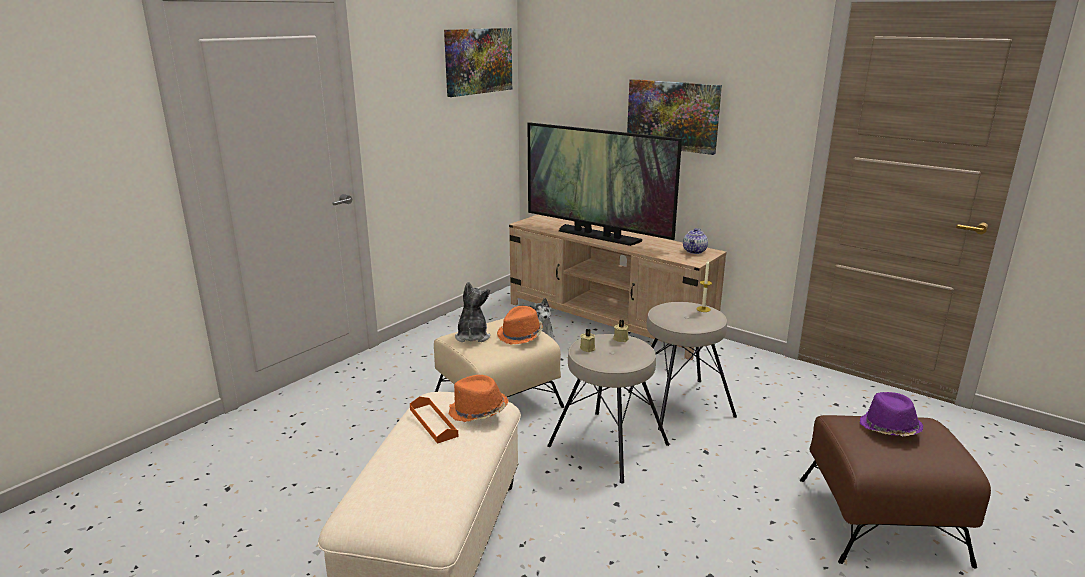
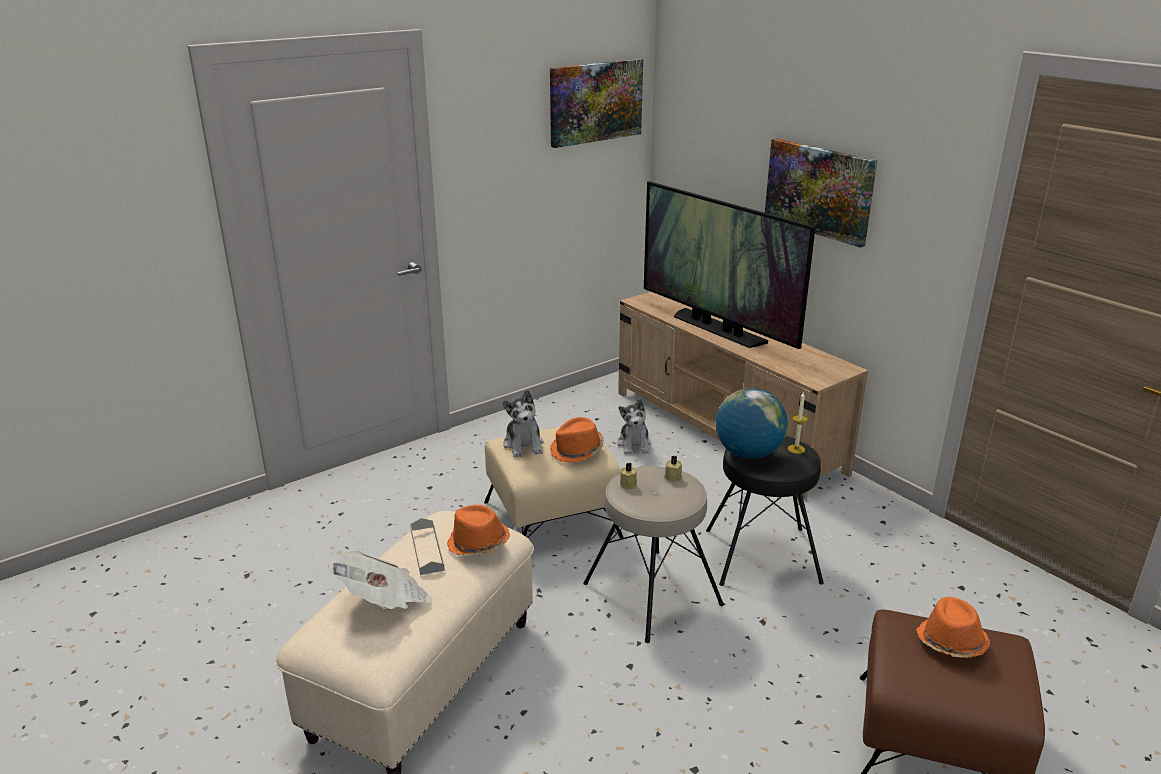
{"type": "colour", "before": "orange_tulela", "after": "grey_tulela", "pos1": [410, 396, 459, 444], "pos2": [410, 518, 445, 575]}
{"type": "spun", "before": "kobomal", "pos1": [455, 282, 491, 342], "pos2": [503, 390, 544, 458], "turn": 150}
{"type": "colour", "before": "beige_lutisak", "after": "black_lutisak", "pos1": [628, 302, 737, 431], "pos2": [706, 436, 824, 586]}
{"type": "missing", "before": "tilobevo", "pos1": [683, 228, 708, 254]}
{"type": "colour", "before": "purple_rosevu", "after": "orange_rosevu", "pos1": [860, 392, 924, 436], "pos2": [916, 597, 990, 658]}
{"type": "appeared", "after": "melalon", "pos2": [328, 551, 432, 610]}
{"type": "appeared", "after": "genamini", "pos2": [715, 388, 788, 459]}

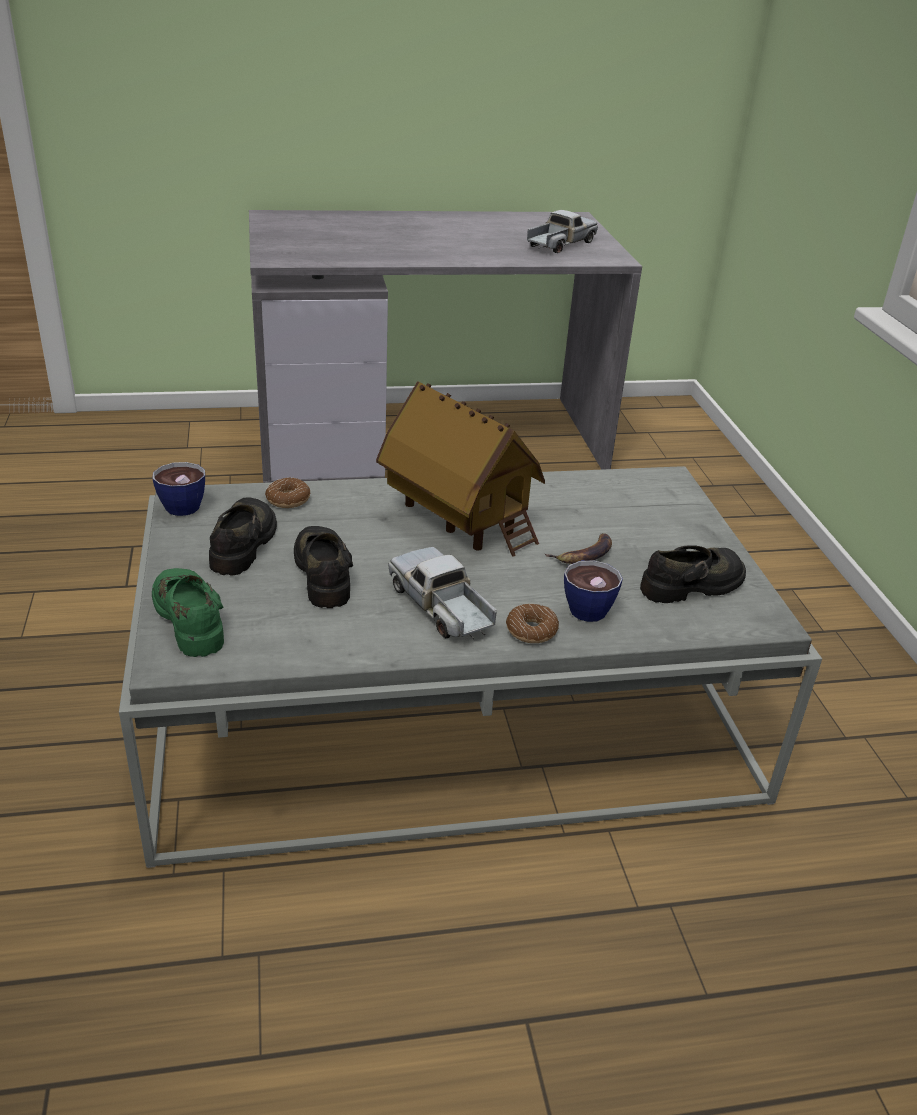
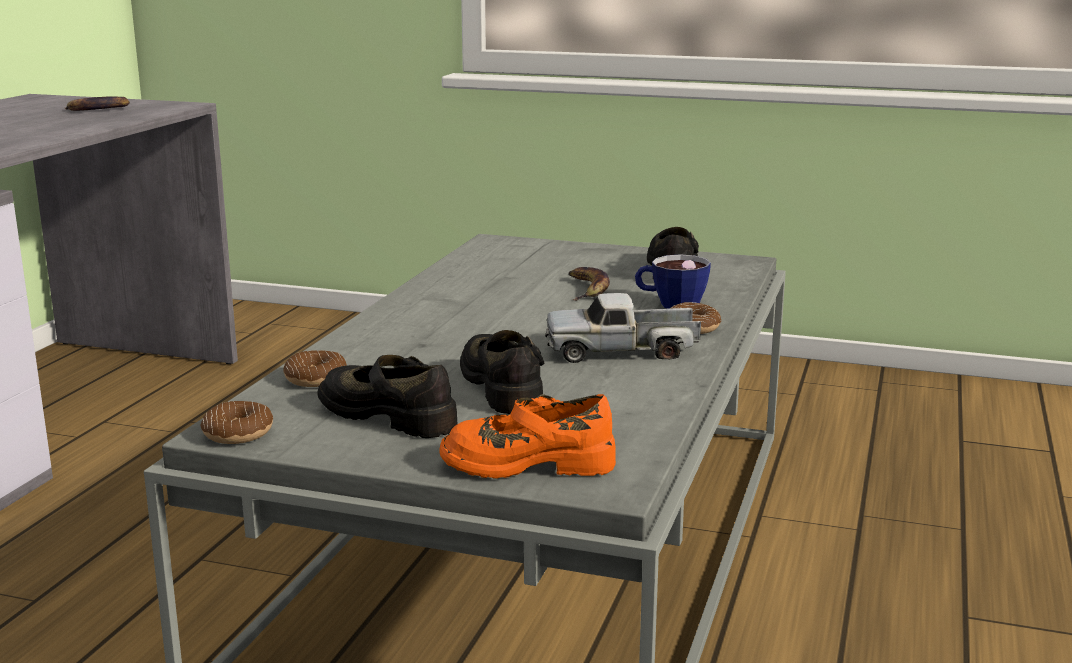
{"type": "exchanged", "before": "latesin", "after": "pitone", "pos1": [152, 462, 205, 516], "pos2": [200, 401, 273, 444]}
{"type": "colour", "before": "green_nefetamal", "after": "orange_nefetamal", "pos1": [152, 568, 224, 657], "pos2": [439, 394, 616, 479]}
{"type": "spun", "before": "black_nefetamal", "pos1": [294, 526, 353, 608], "pos2": [460, 330, 544, 414], "turn": 60}
{"type": "missing", "before": "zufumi", "pos1": [376, 381, 545, 557]}
{"type": "exchanged", "before": "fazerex", "after": "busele", "pos1": [527, 210, 598, 253], "pos2": [65, 96, 130, 111]}

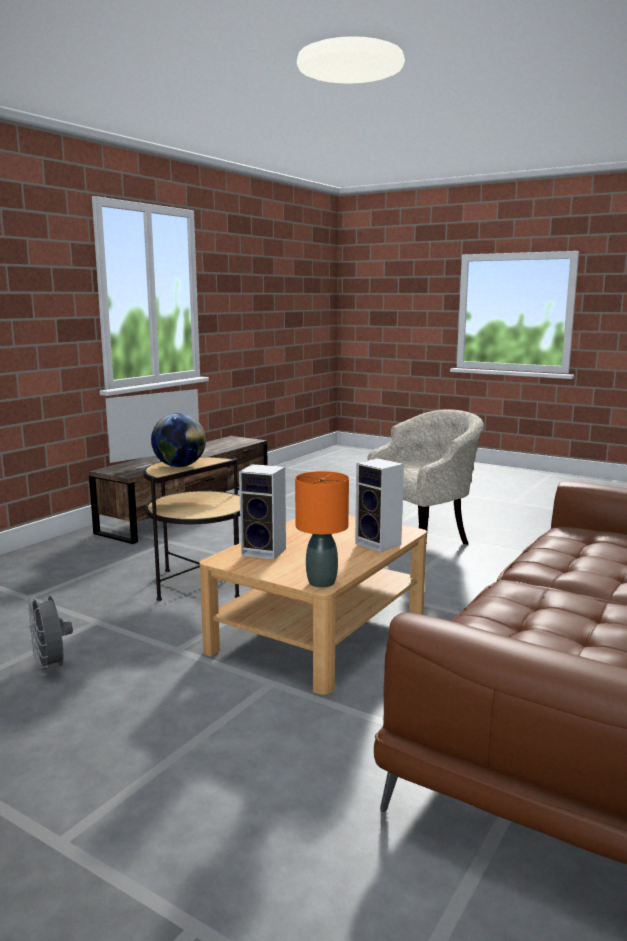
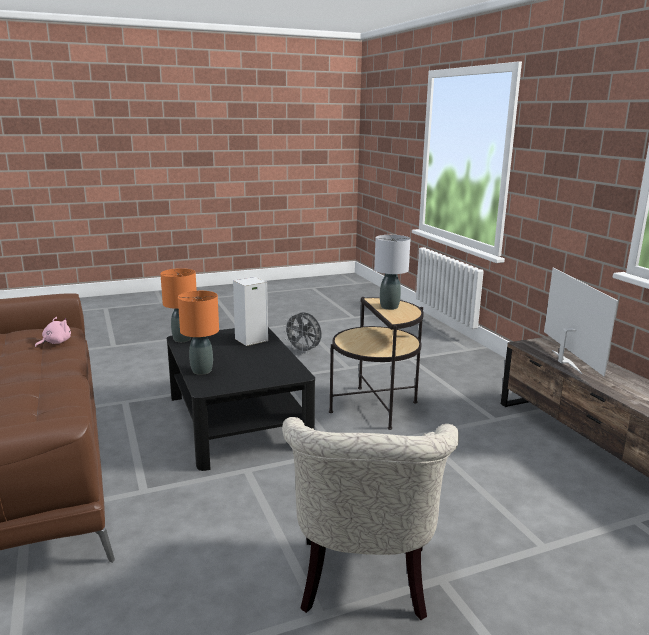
{"type": "spun", "before": "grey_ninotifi", "pos1": [27, 594, 73, 676], "pos2": [283, 312, 322, 354], "turn": -150}
{"type": "exchanged", "before": "genamini", "after": "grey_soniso", "pos1": [151, 413, 206, 467], "pos2": [374, 235, 410, 310]}
{"type": "colour", "before": "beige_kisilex", "after": "black_kisilex", "pos1": [199, 516, 427, 695], "pos2": [167, 327, 315, 471]}
{"type": "exchanged", "before": "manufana", "after": "orange_soniso", "pos1": [355, 458, 404, 552], "pos2": [178, 291, 219, 375]}
{"type": "appeared", "after": "pink_kobomal", "pos2": [35, 317, 71, 347]}

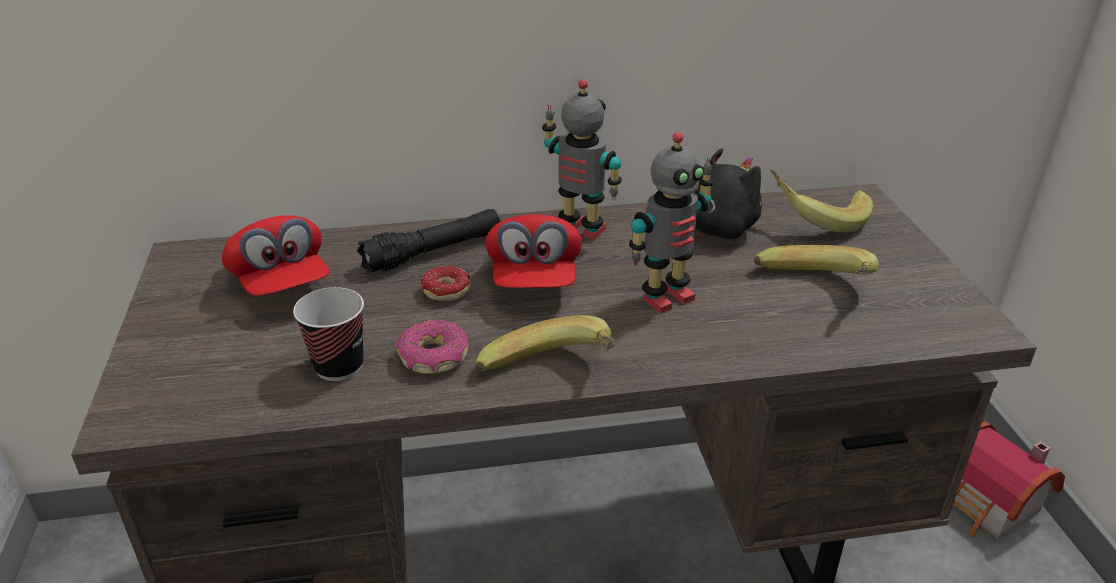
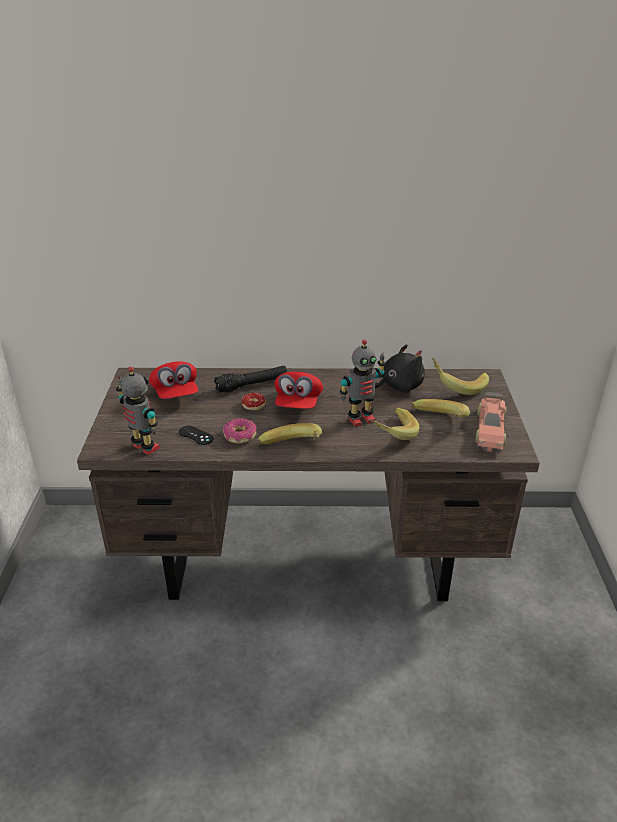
{"type": "exchanged", "before": "latesin", "after": "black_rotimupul", "pos1": [293, 287, 364, 381], "pos2": [179, 426, 214, 445]}
{"type": "relocated", "before": "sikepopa", "pos1": [542, 79, 622, 240], "pos2": [116, 367, 160, 455]}
{"type": "missing", "before": "zufumi", "pos1": [953, 421, 1065, 539]}
{"type": "appeared", "after": "busele", "pos2": [369, 408, 419, 440]}
{"type": "appeared", "after": "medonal", "pos2": [475, 392, 507, 453]}

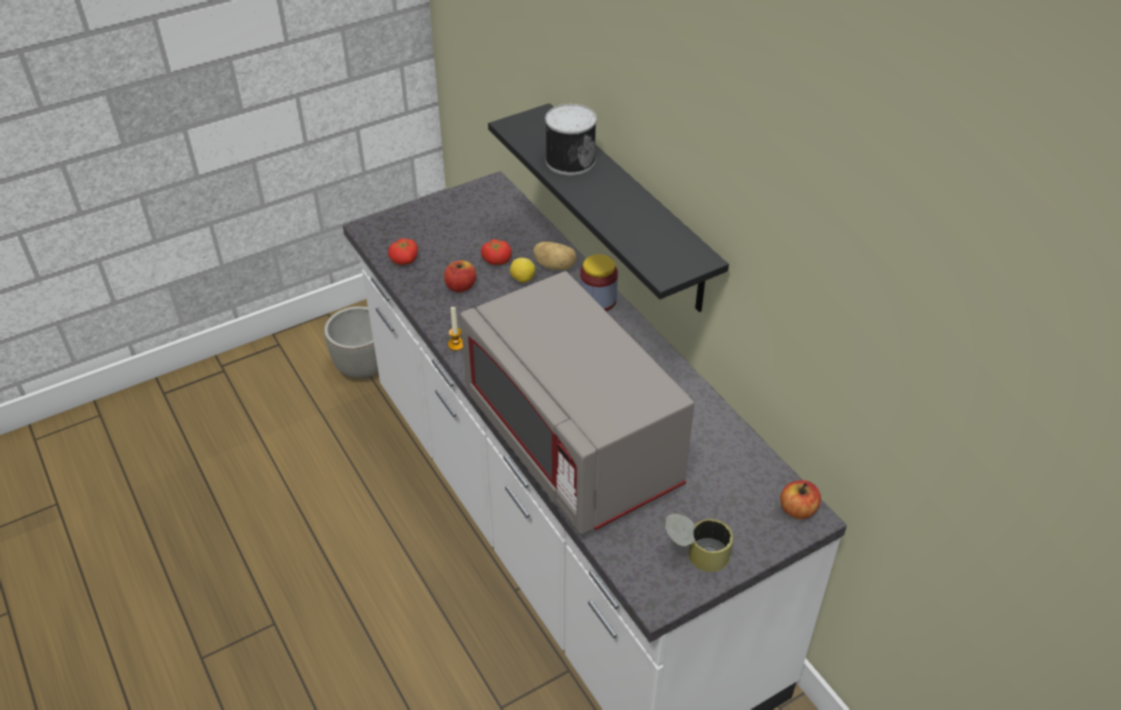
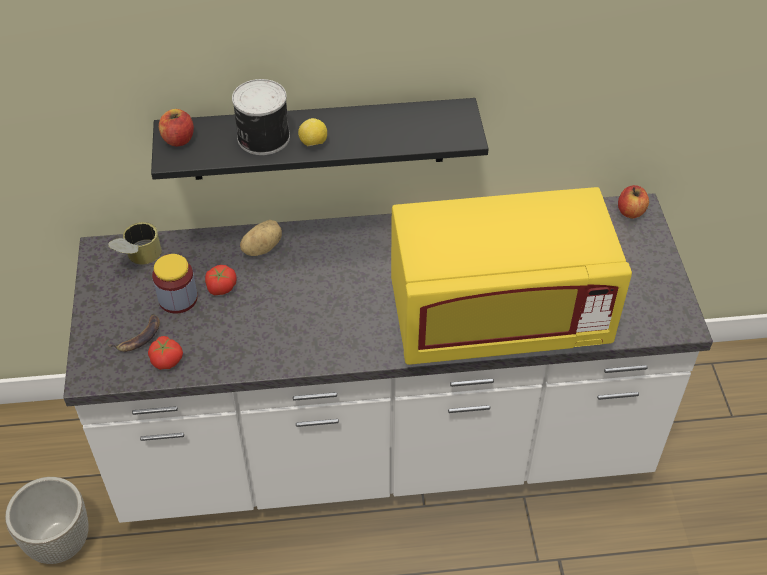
{"type": "relocated", "before": "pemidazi", "pos1": [444, 261, 476, 292], "pos2": [159, 109, 194, 146]}
{"type": "missing", "before": "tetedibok", "pos1": [448, 307, 463, 351]}
{"type": "colour", "before": "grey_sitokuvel", "after": "yellow_sitokuvel", "pos1": [460, 271, 694, 534], "pos2": [391, 187, 632, 365]}
{"type": "relocated", "before": "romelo", "pos1": [510, 258, 535, 283], "pos2": [298, 118, 327, 146]}
{"type": "relocated", "before": "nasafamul", "pos1": [580, 254, 618, 311], "pos2": [152, 254, 198, 314]}
{"type": "relocated", "before": "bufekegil", "pos1": [665, 514, 733, 572], "pos2": [108, 222, 162, 265]}
{"type": "appeared", "after": "busele", "pos2": [107, 314, 160, 352]}

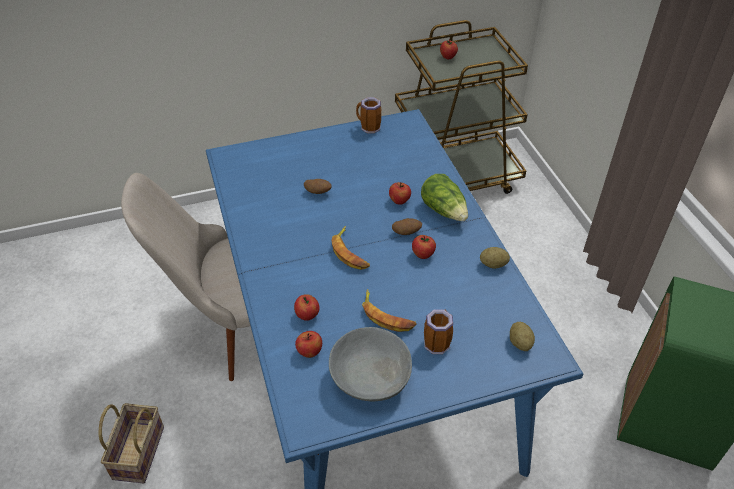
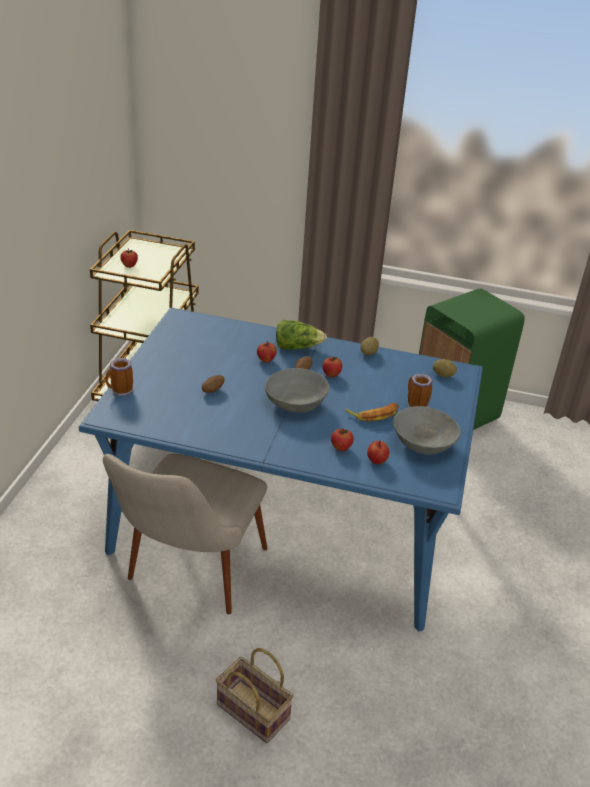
{"type": "exchanged", "before": "busele", "after": "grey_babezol", "pos1": [332, 226, 370, 270], "pos2": [265, 368, 329, 413]}
{"type": "relocated", "before": "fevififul", "pos1": [356, 97, 381, 134], "pos2": [106, 358, 133, 396]}

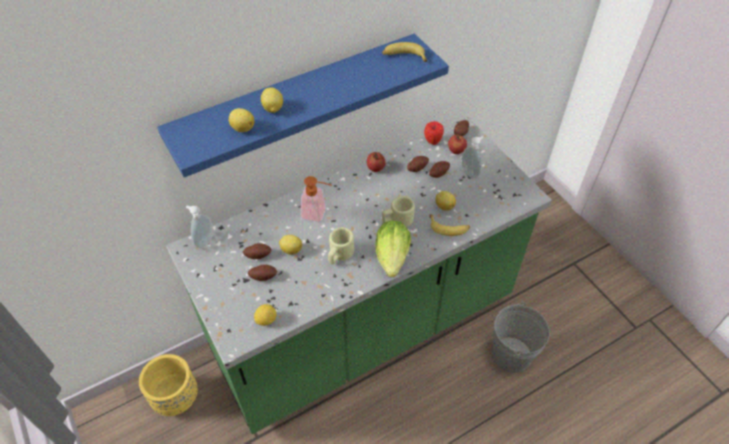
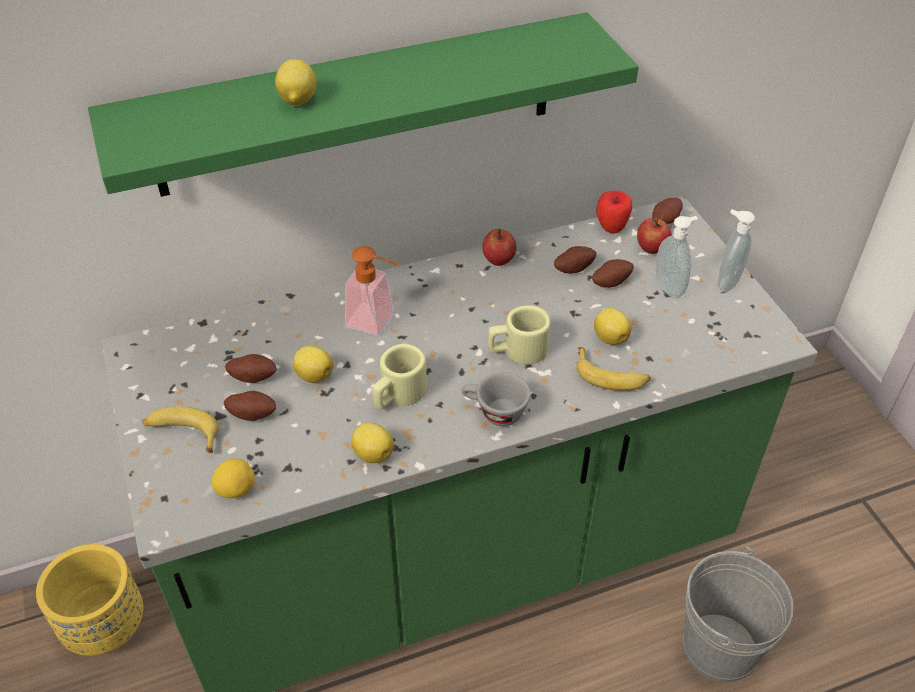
{"type": "colour", "before": "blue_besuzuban", "after": "green_besuzuban", "pos1": [157, 34, 449, 177], "pos2": [88, 12, 639, 197]}
{"type": "relocated", "before": "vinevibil", "pos1": [186, 205, 213, 249], "pos2": [718, 209, 755, 292]}
{"type": "relocated", "before": "romelo", "pos1": [229, 108, 255, 132], "pos2": [351, 422, 394, 463]}
{"type": "exchanged", "before": "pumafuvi", "after": "grey_latesin", "pos1": [375, 220, 411, 277], "pos2": [462, 372, 531, 426]}
{"type": "relocated", "before": "busele", "pos1": [382, 42, 428, 62], "pos2": [142, 406, 219, 453]}

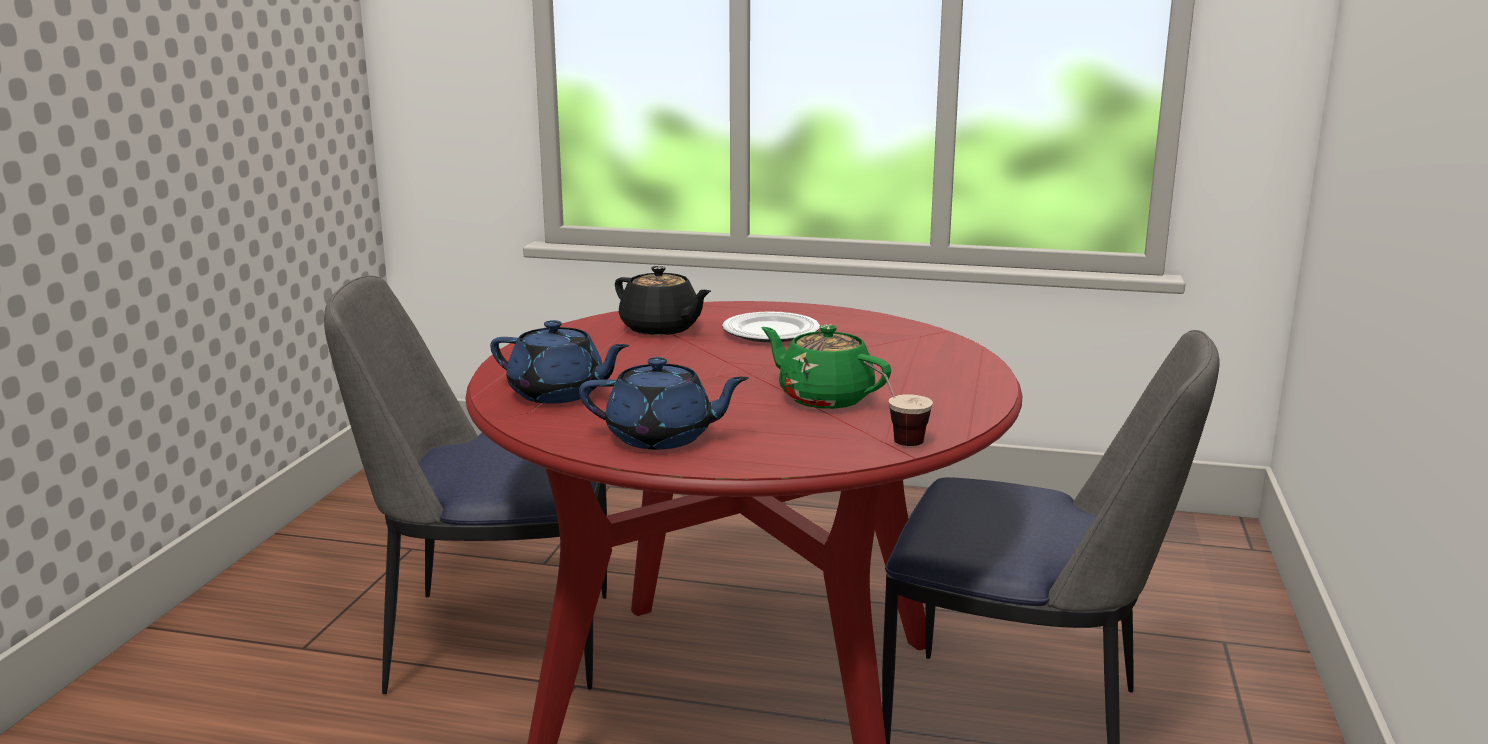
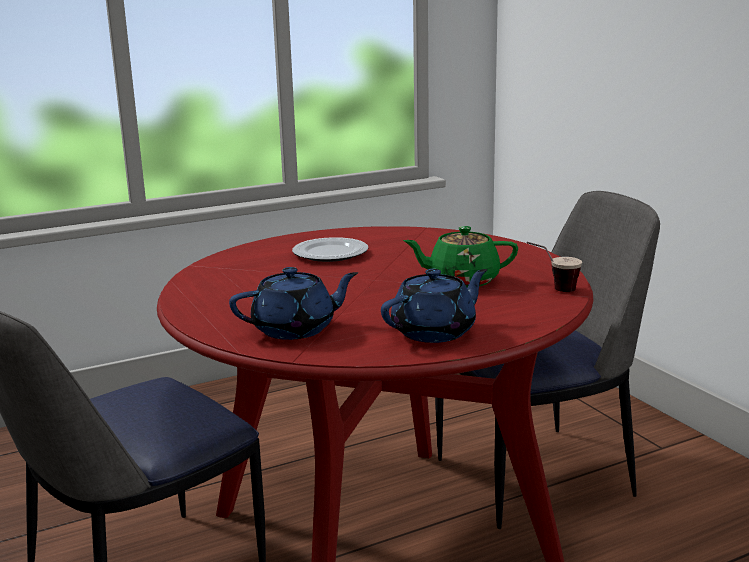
{"type": "missing", "before": "black_tilobevo", "pos1": [615, 266, 711, 335]}

